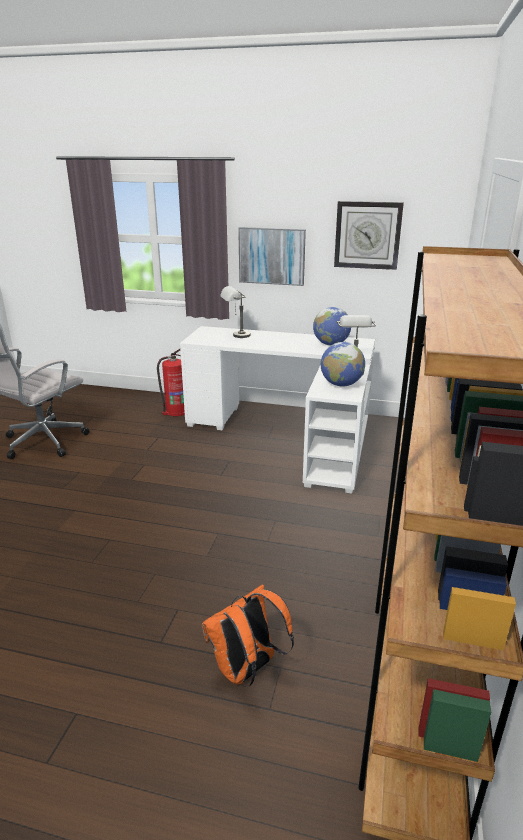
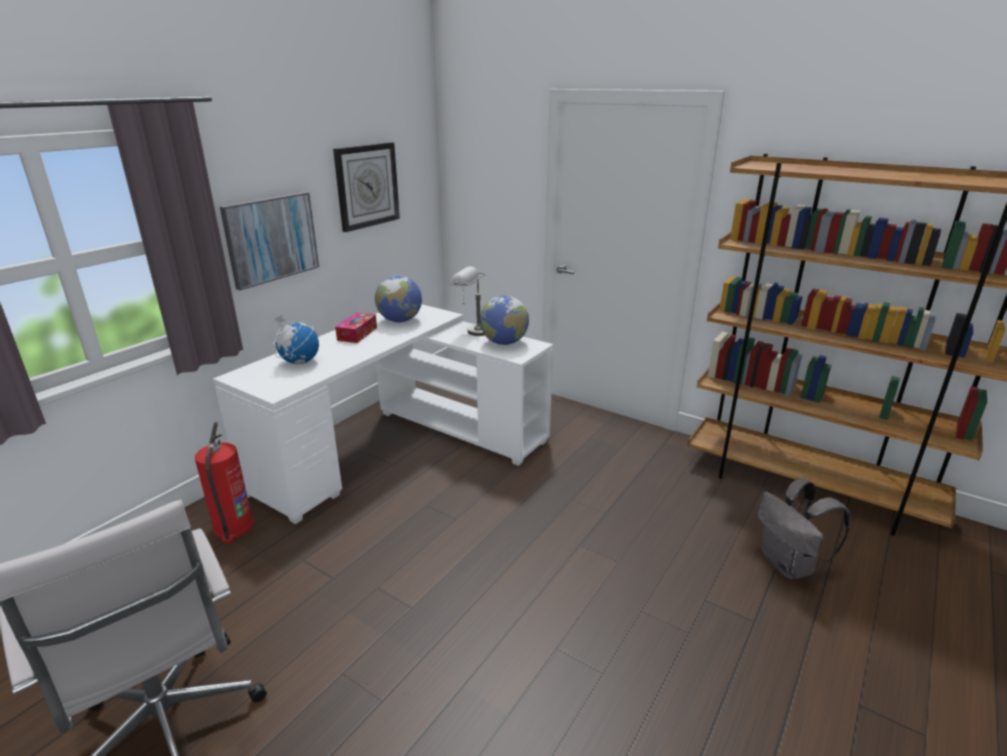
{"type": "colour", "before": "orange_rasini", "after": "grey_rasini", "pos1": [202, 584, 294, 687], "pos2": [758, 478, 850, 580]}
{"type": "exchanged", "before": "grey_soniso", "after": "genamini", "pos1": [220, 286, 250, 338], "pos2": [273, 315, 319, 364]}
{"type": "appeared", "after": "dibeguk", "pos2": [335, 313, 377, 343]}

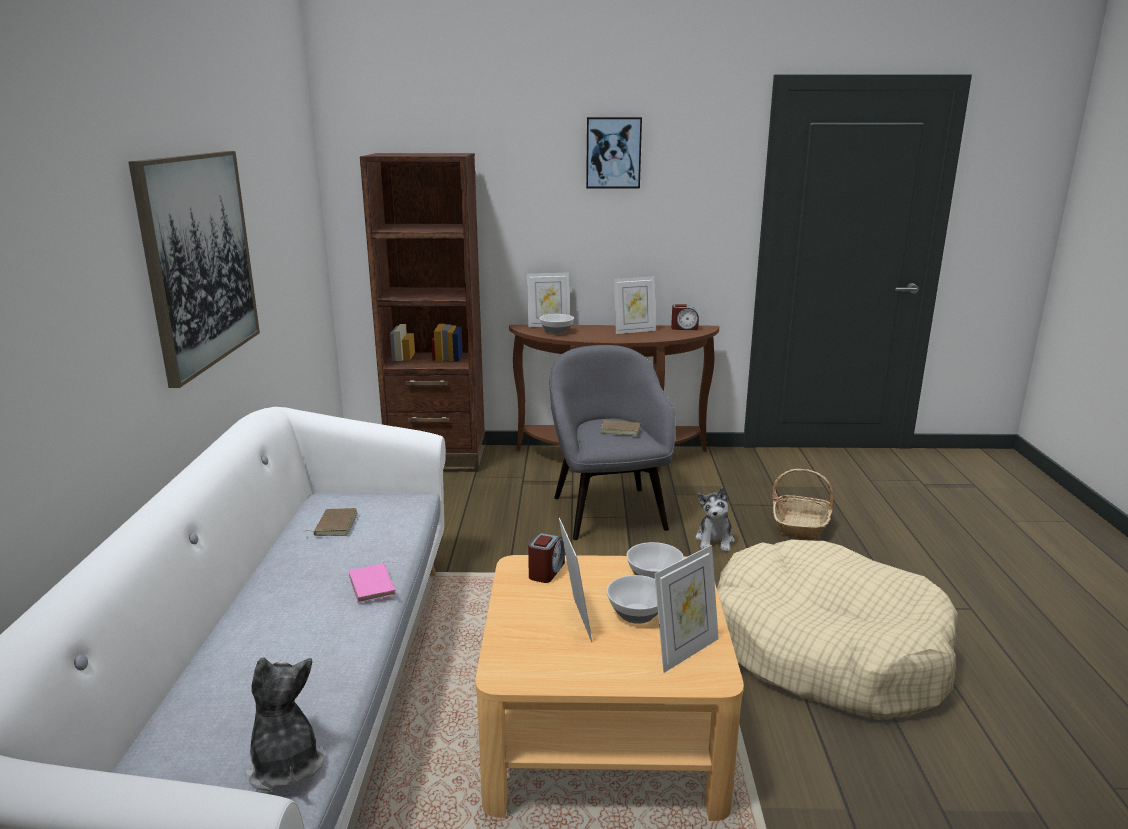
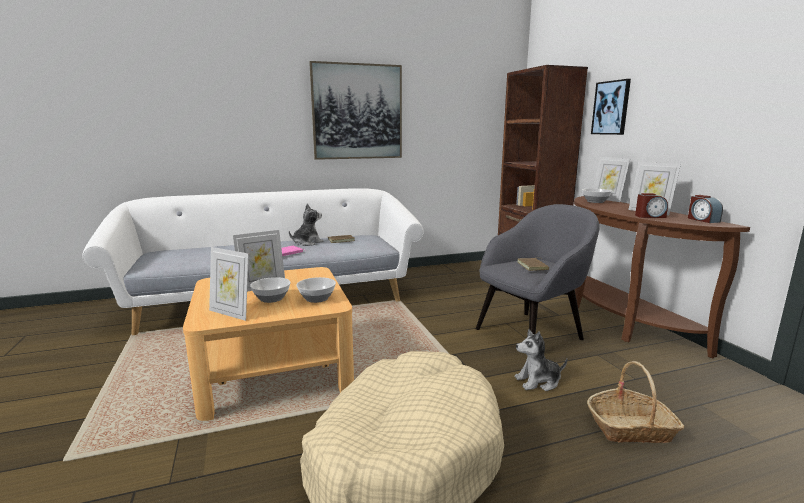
{"type": "relocated", "before": "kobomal", "pos1": [245, 657, 325, 791], "pos2": [289, 204, 324, 246]}
{"type": "relocated", "before": "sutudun", "pos1": [528, 533, 565, 583], "pos2": [635, 193, 668, 218]}
{"type": "relocated", "before": "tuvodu", "pos1": [586, 117, 642, 189], "pos2": [591, 79, 631, 135]}

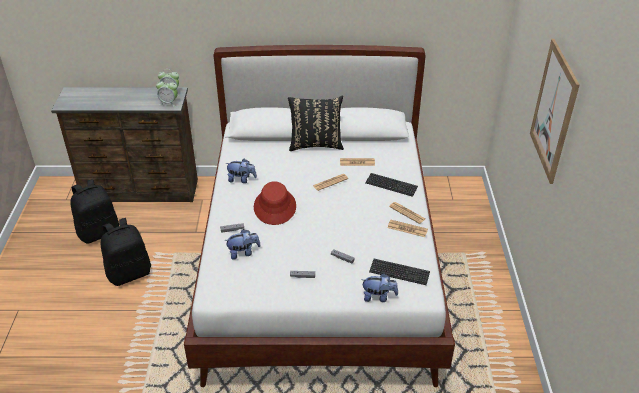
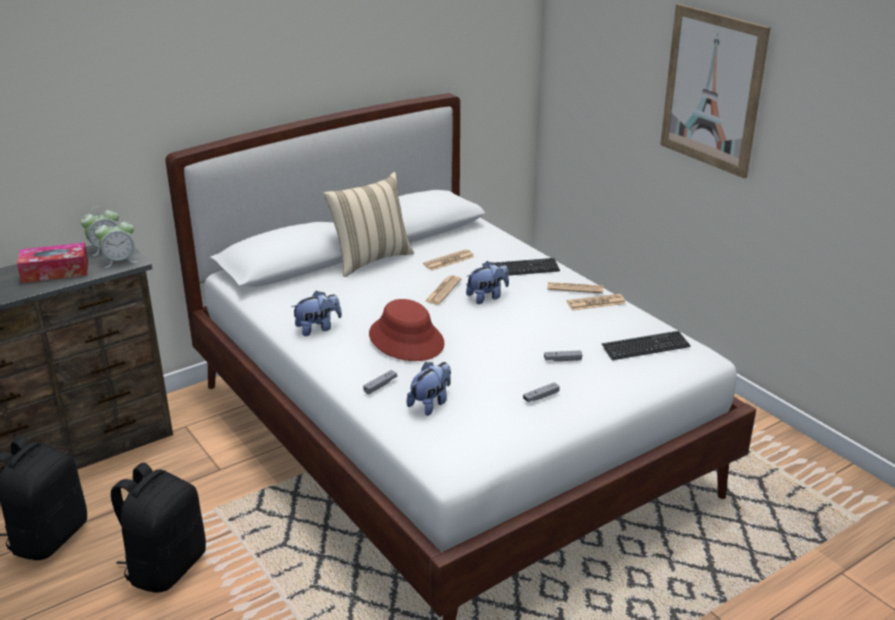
{"type": "colour", "before": "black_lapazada", "after": "beige_lapazada", "pos1": [288, 96, 344, 151], "pos2": [323, 172, 414, 277]}
{"type": "relocated", "before": "kobomal", "pos1": [362, 273, 398, 302], "pos2": [466, 261, 509, 304]}
{"type": "appeared", "after": "dibeguk", "pos2": [17, 242, 88, 283]}

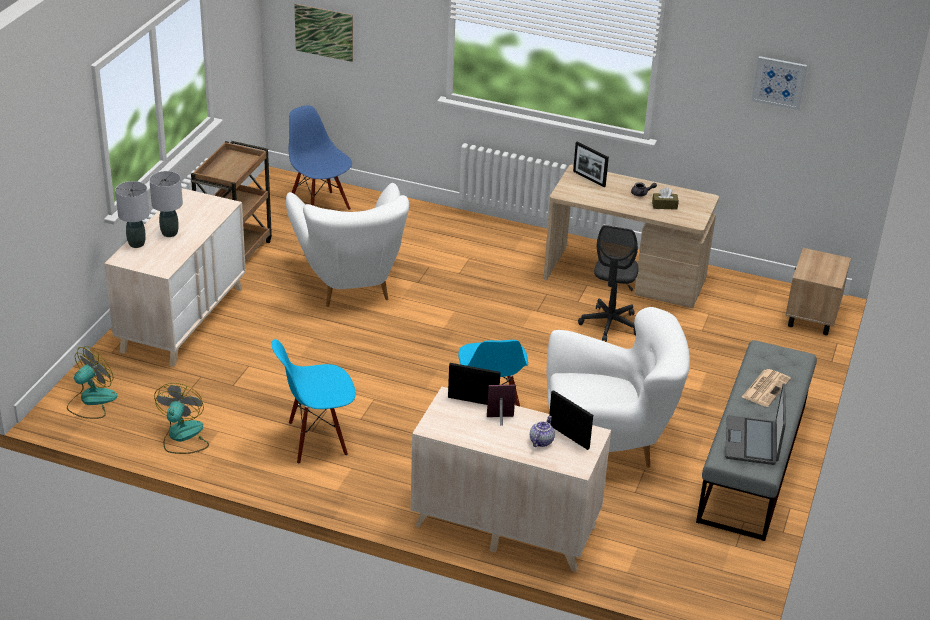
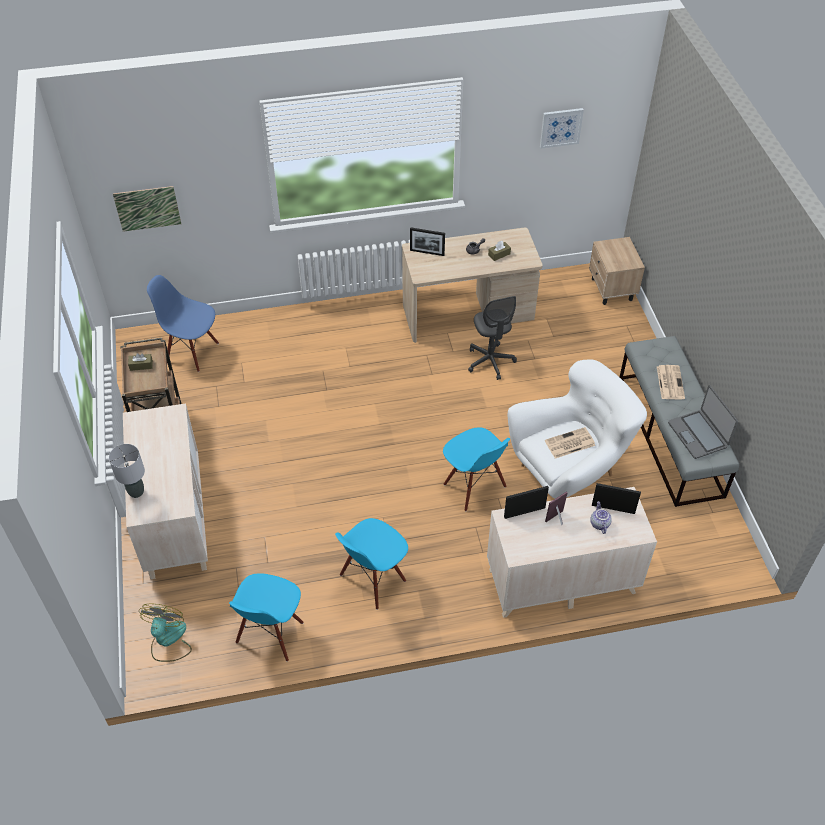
{"type": "missing", "before": "grey_soniso", "pos1": [149, 171, 183, 237]}
{"type": "exchanged", "before": "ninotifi", "after": "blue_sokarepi", "pos1": [154, 383, 209, 454], "pos2": [229, 573, 304, 662]}
{"type": "missing", "before": "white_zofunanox", "pos1": [286, 183, 409, 307]}
{"type": "appeared", "after": "brown_dibeguk", "pos2": [128, 353, 153, 371]}
{"type": "appeared", "after": "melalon", "pos2": [545, 427, 595, 458]}

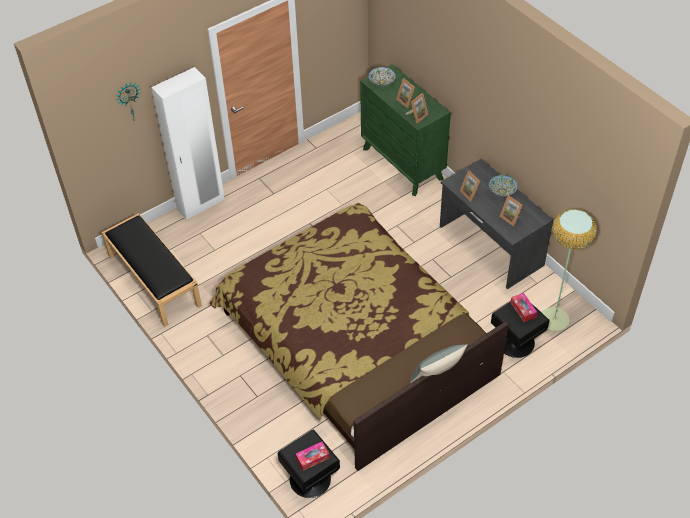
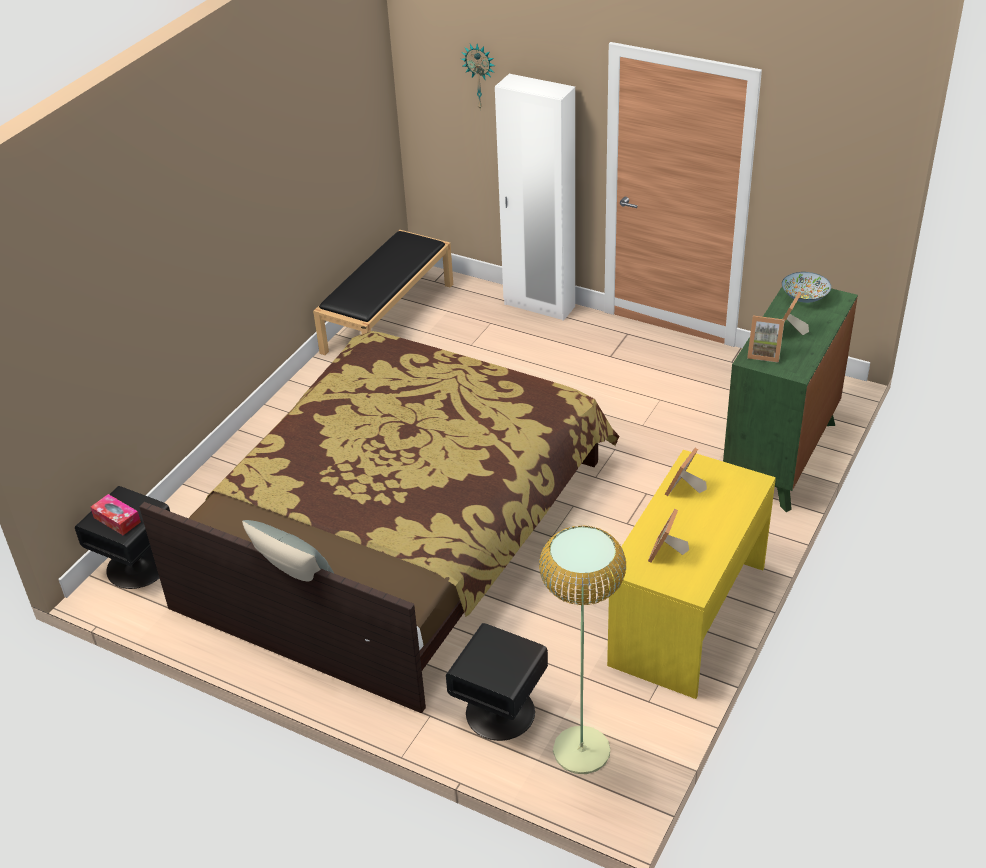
{"type": "colour", "before": "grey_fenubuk", "after": "yellow_fenubuk", "pos1": [440, 159, 553, 289], "pos2": [605, 450, 776, 699]}
{"type": "missing", "before": "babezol", "pos1": [488, 175, 518, 197]}
{"type": "missing", "before": "dibeguk", "pos1": [511, 293, 537, 322]}

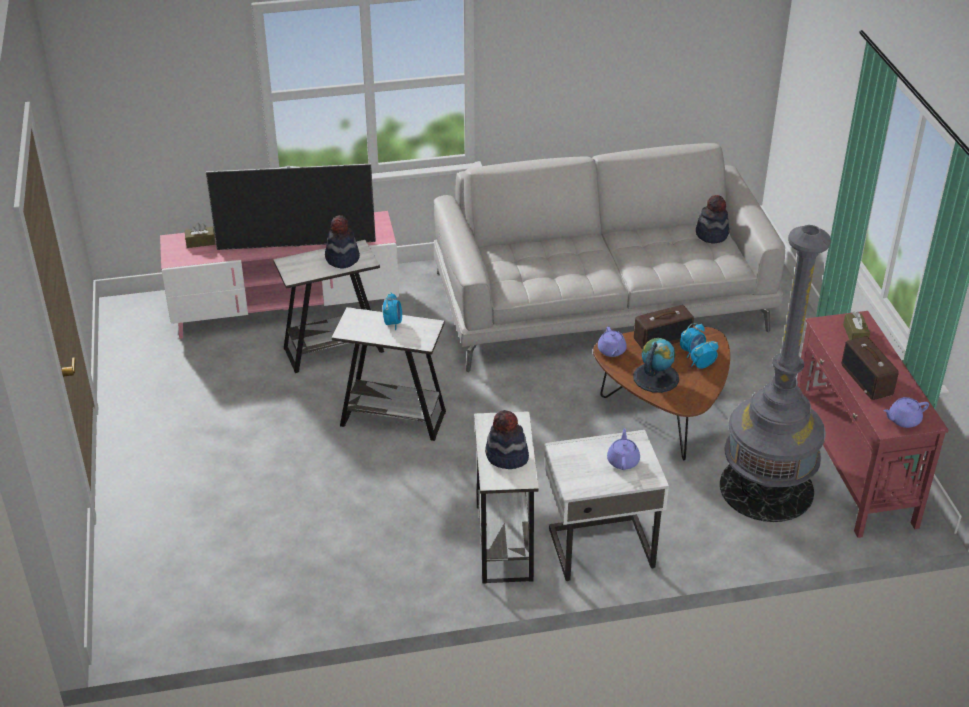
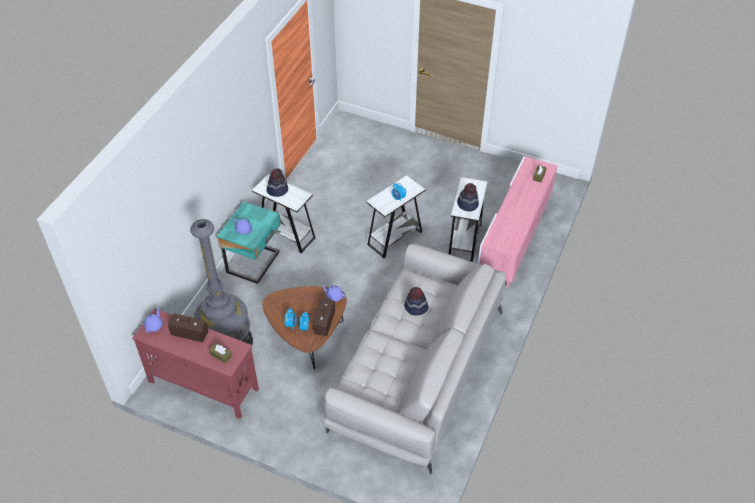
{"type": "missing", "before": "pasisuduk", "pos1": [206, 164, 376, 250]}
{"type": "colour", "before": "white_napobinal", "after": "turquoise_napobinal", "pos1": [544, 430, 669, 581], "pos2": [217, 202, 281, 284]}
{"type": "missing", "before": "genamini", "pos1": [633, 338, 679, 393]}
{"type": "relocated", "before": "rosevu", "pos1": [696, 195, 730, 244], "pos2": [404, 287, 428, 315]}

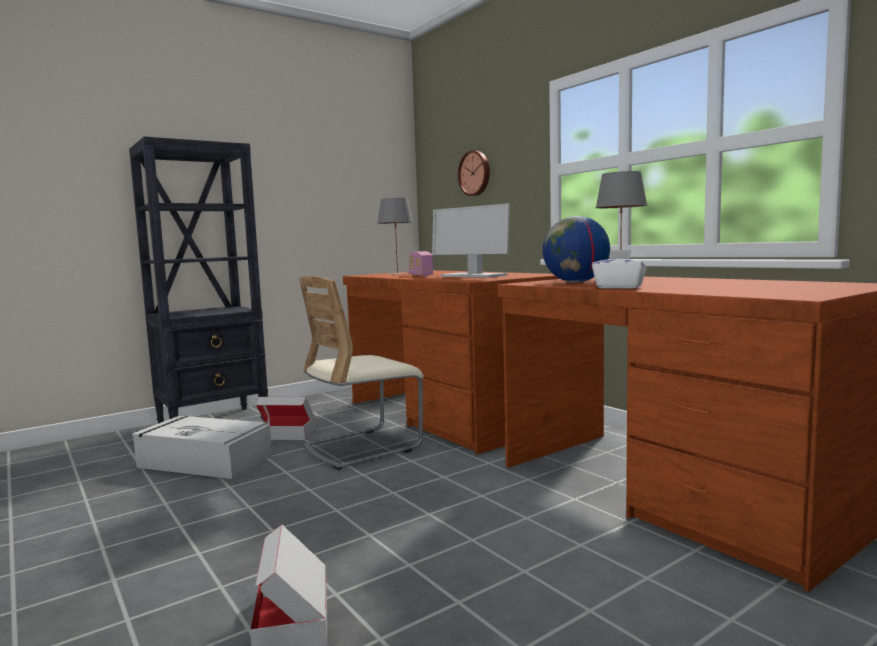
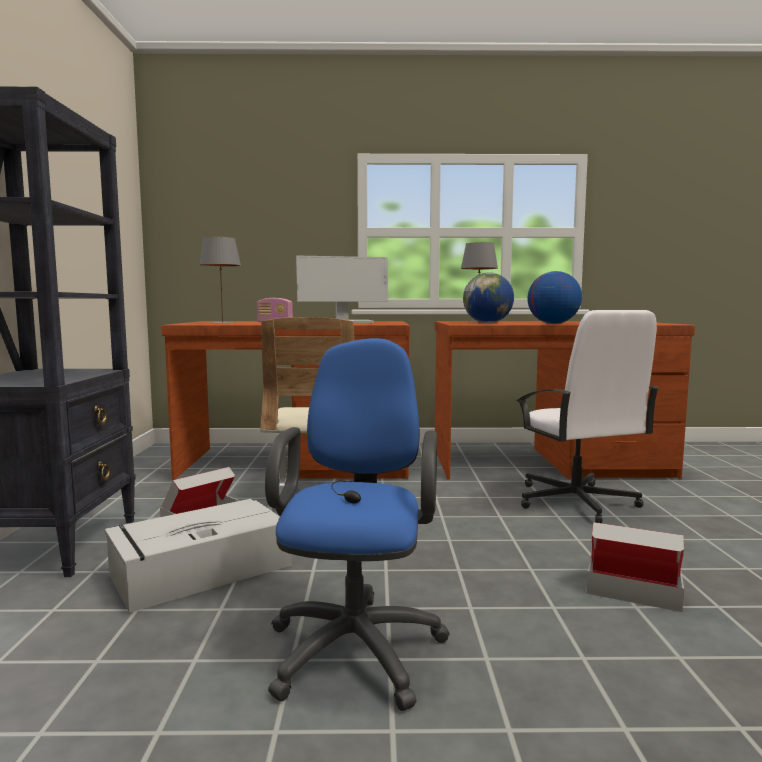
{"type": "missing", "before": "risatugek", "pos1": [458, 151, 490, 196]}
{"type": "exchanged", "before": "white_dibeguk", "after": "genamini", "pos1": [592, 249, 647, 289], "pos2": [527, 271, 582, 324]}
{"type": "appeared", "after": "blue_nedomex", "pos2": [265, 338, 450, 711]}
{"type": "appeared", "after": "white_nedomex", "pos2": [517, 310, 659, 523]}

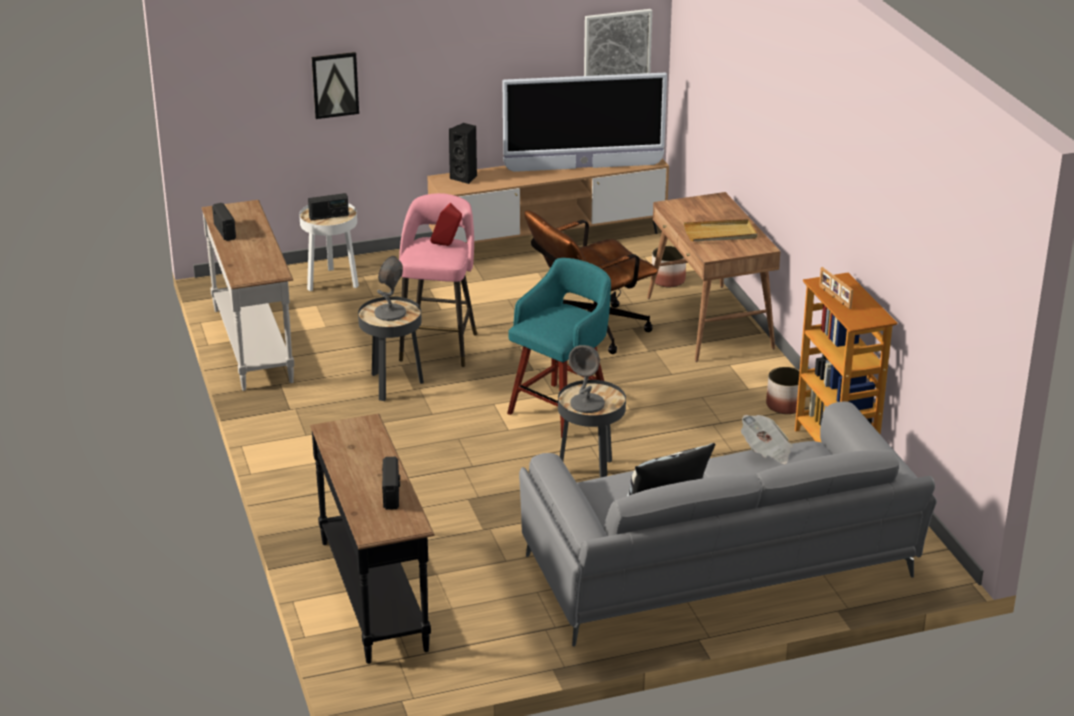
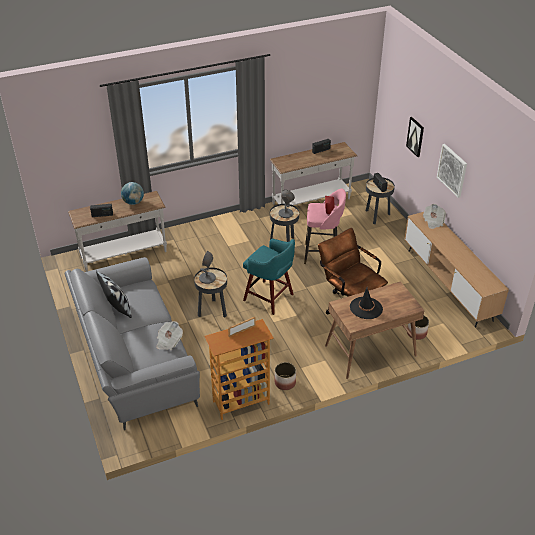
{"type": "colour", "before": "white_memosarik", "after": "black_memosarik", "pos1": [299, 203, 359, 291], "pos2": [366, 178, 395, 224]}
{"type": "colour", "before": "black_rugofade", "after": "white_rugofade", "pos1": [310, 414, 435, 664], "pos2": [68, 191, 167, 272]}
{"type": "exchanged", "before": "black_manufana", "after": "melalon", "pos1": [449, 123, 477, 184], "pos2": [423, 204, 446, 229]}
{"type": "missing", "before": "pasisuduk", "pos1": [503, 73, 667, 172]}
{"type": "relocated", "before": "tuvodu", "pos1": [584, 9, 652, 76], "pos2": [437, 144, 467, 198]}
{"type": "exchanged", "before": "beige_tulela", "after": "black_rosevu", "pos1": [684, 219, 758, 241], "pos2": [350, 286, 383, 319]}
{"type": "appeared", "after": "genamini", "pos2": [121, 182, 144, 205]}

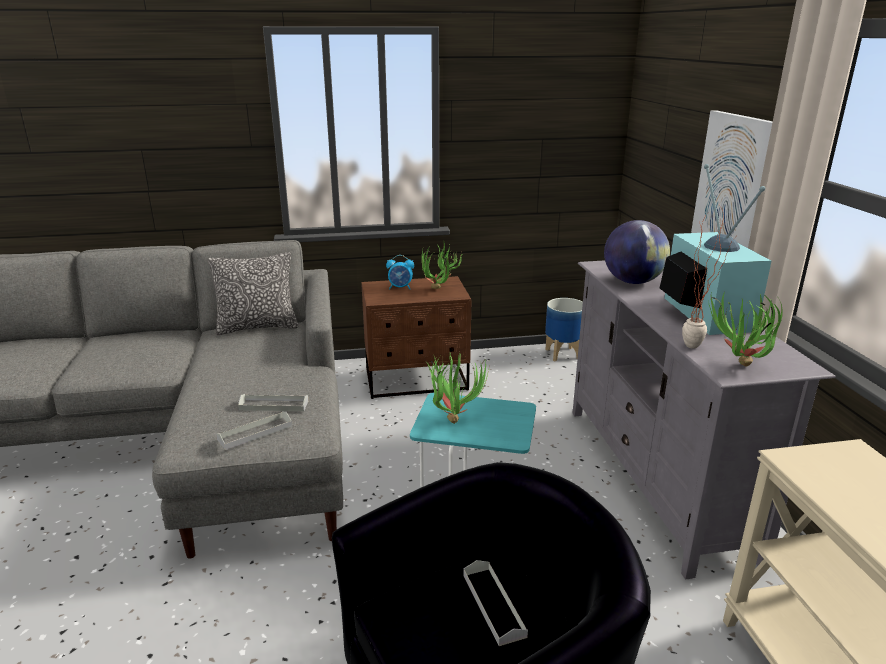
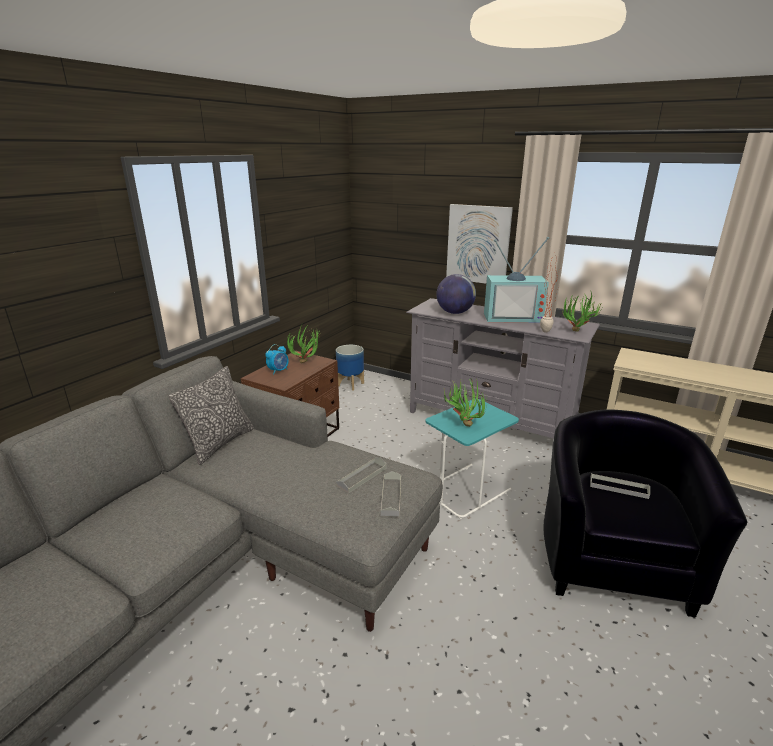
{"type": "spun", "before": "pasisuduk", "pos1": [660, 164, 771, 335], "pos2": [484, 237, 549, 323], "turn": 150}

